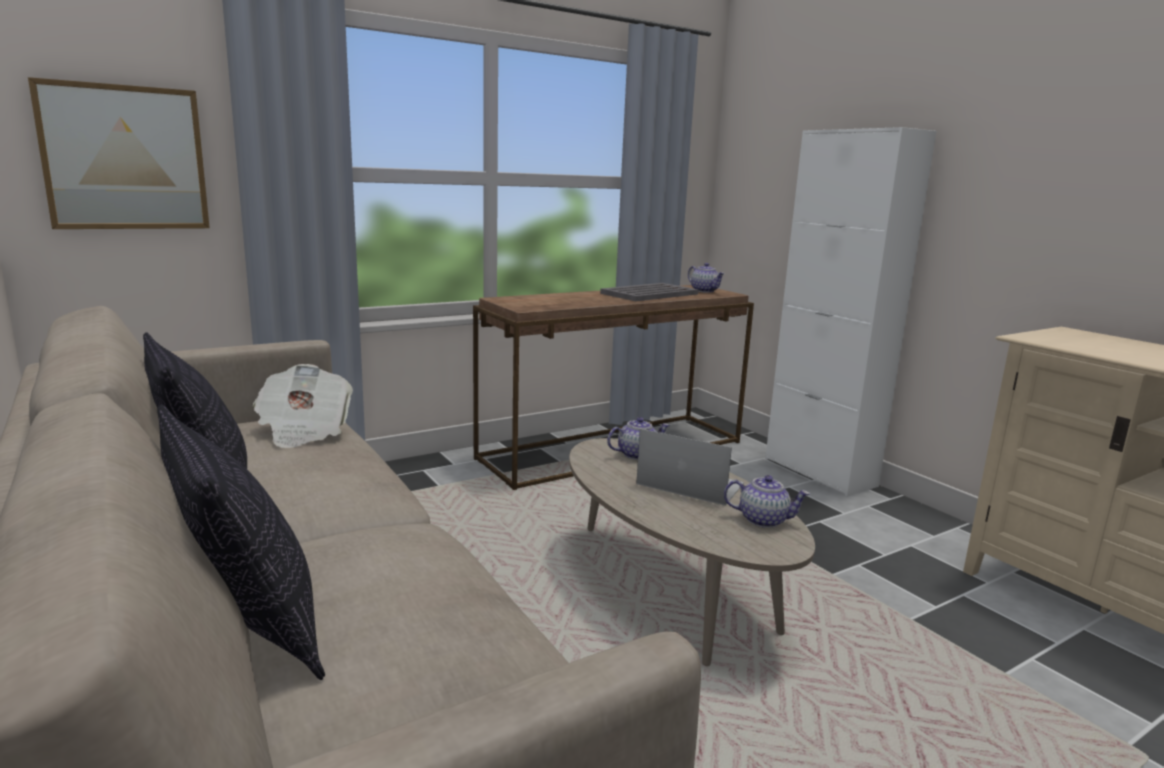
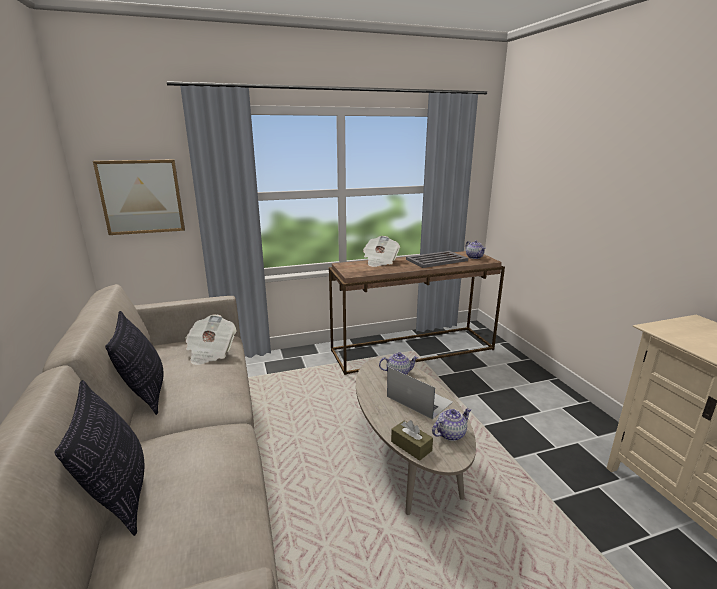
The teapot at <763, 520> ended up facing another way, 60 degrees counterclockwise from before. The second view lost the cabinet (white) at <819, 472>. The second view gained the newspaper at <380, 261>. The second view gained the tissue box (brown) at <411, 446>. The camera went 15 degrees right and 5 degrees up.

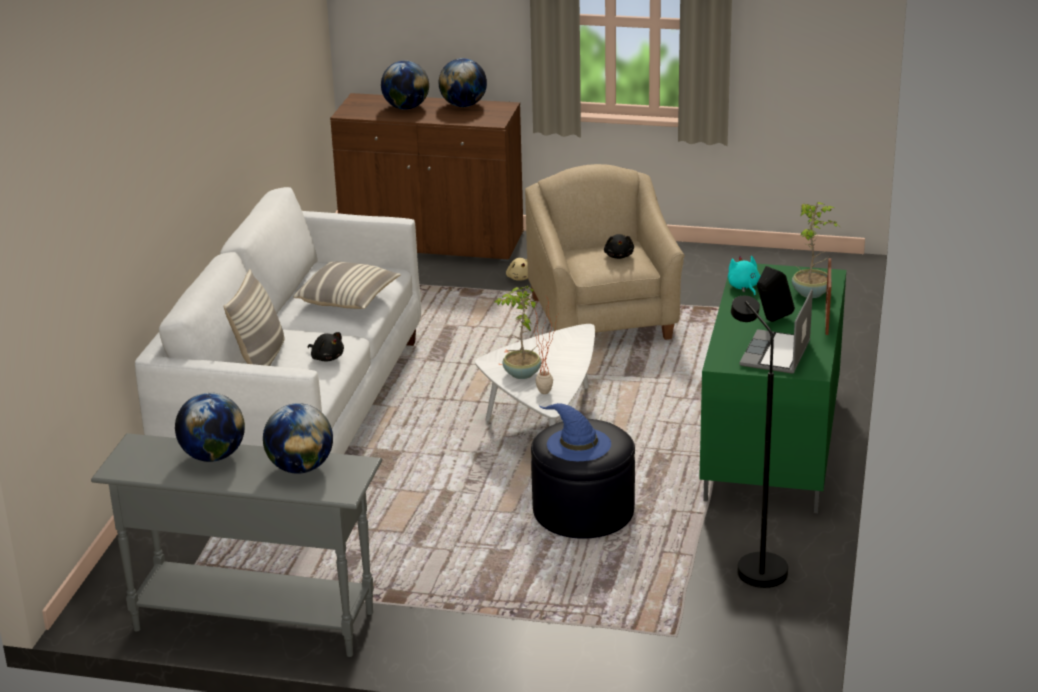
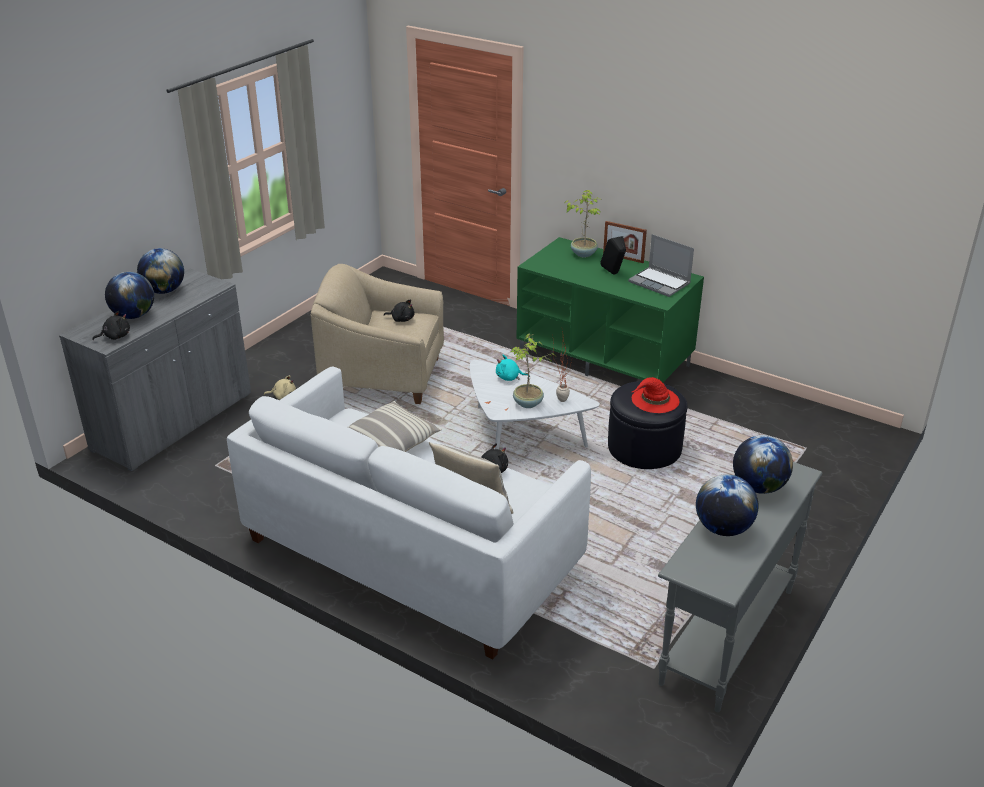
What was the cabinet (brown) at <432, 242> turned into the cabinet (grey) at <173, 422>. What was the hat (blue) at <577, 444> turned into the hat (red) at <654, 400>. The plush toy (turquoise) ended up elsewhere, having gone from <744, 287> to <509, 377>. The second view lost the floor lamp (black) at <755, 565>. The second view gained the plush toy (black) at <115, 336>. The camera went 70 degrees left and 5 degrees up.

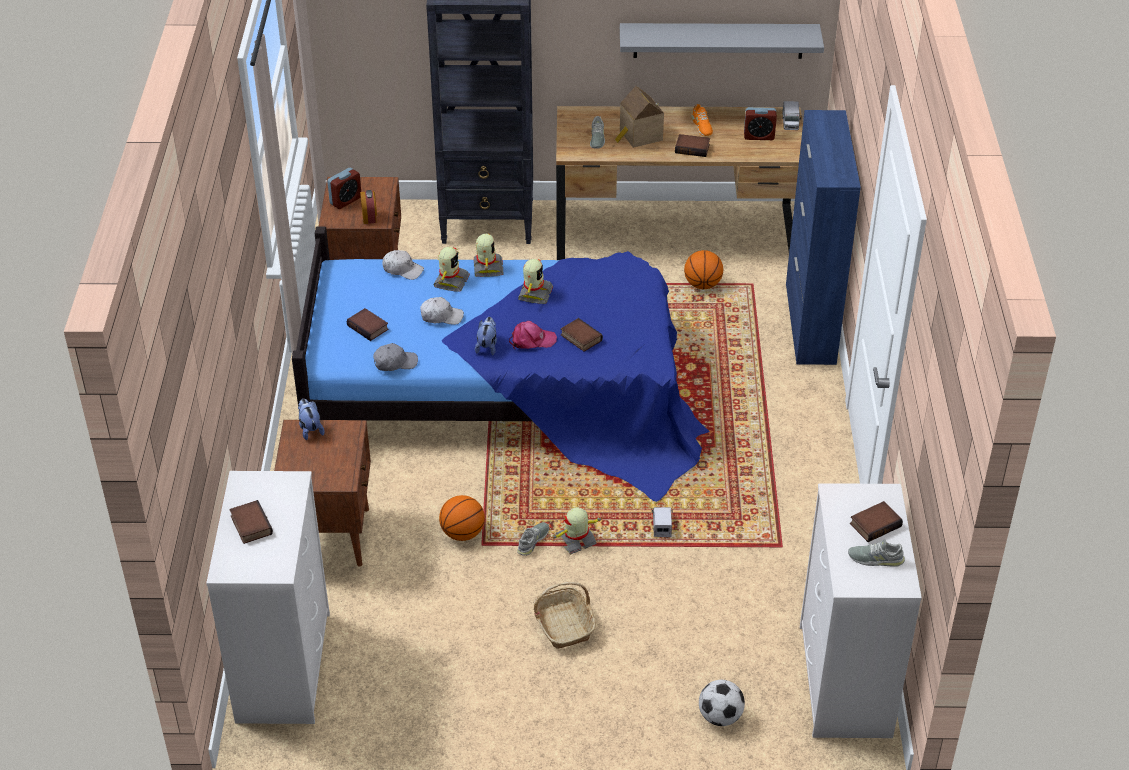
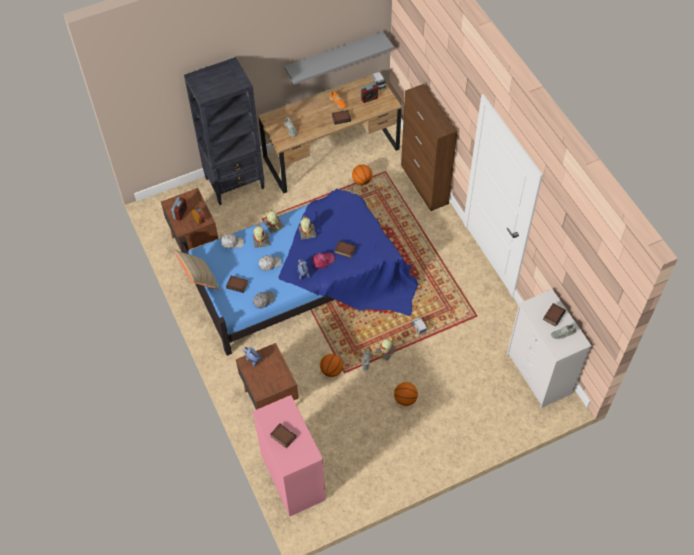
What was the dresser (white) at <283, 666> turned into the dresser (pink) at <292, 477>. Where the basket stood at <563, 624>, the basketball came to stand at <405, 399>. The second view lost the toy house at <639, 136>. The second view lost the football at <720, 717>. What was the cabinet (blue) at <810, 324> turned into the cabinet (brown) at <424, 184>. The second view gained the pillow (beige) at <199, 279>. The camera went 25 degrees left and 15 degrees up.

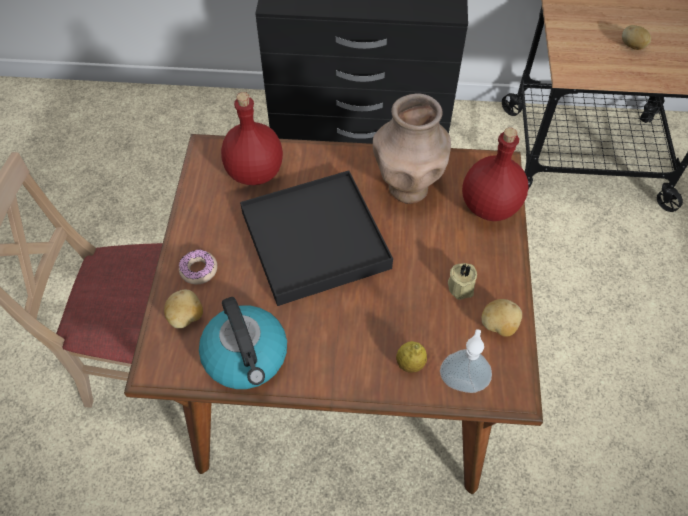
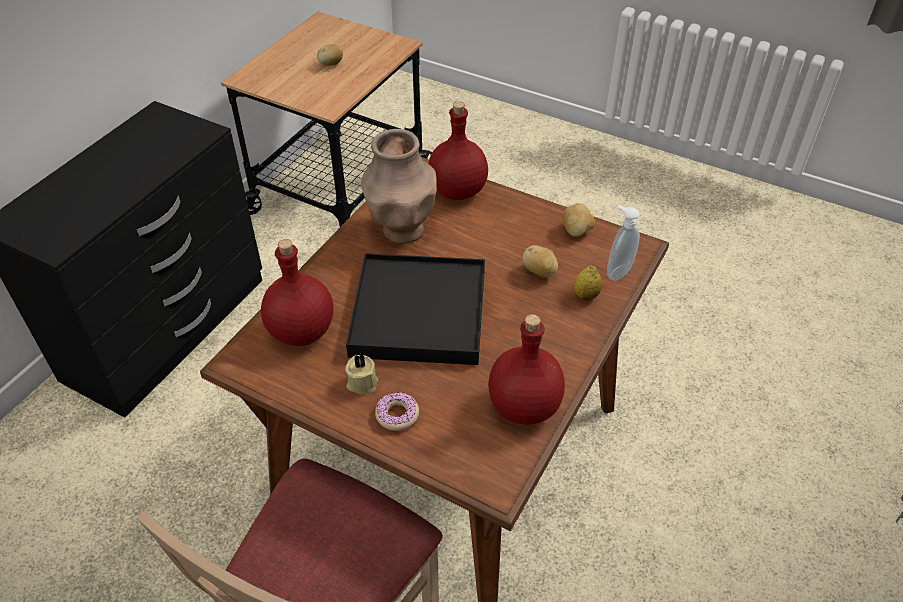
The potato ended up elsewhere, having gone from <186, 317> to <539, 272>. Where the kettle stood at <246, 357>, the bottle (red) came to stand at <522, 406>. The candle (beige) ended up elsewhere, having gone from <462, 286> to <362, 382>. The camera went 65 degrees left and 10 degrees down.

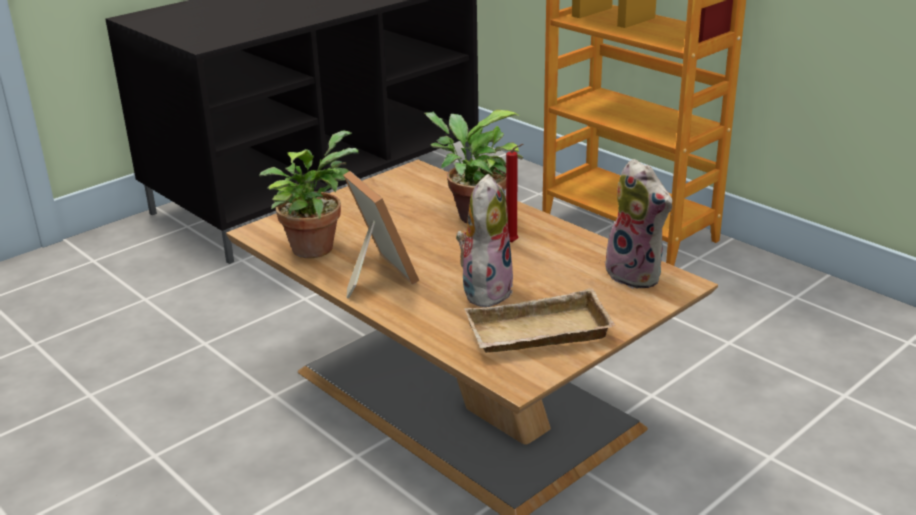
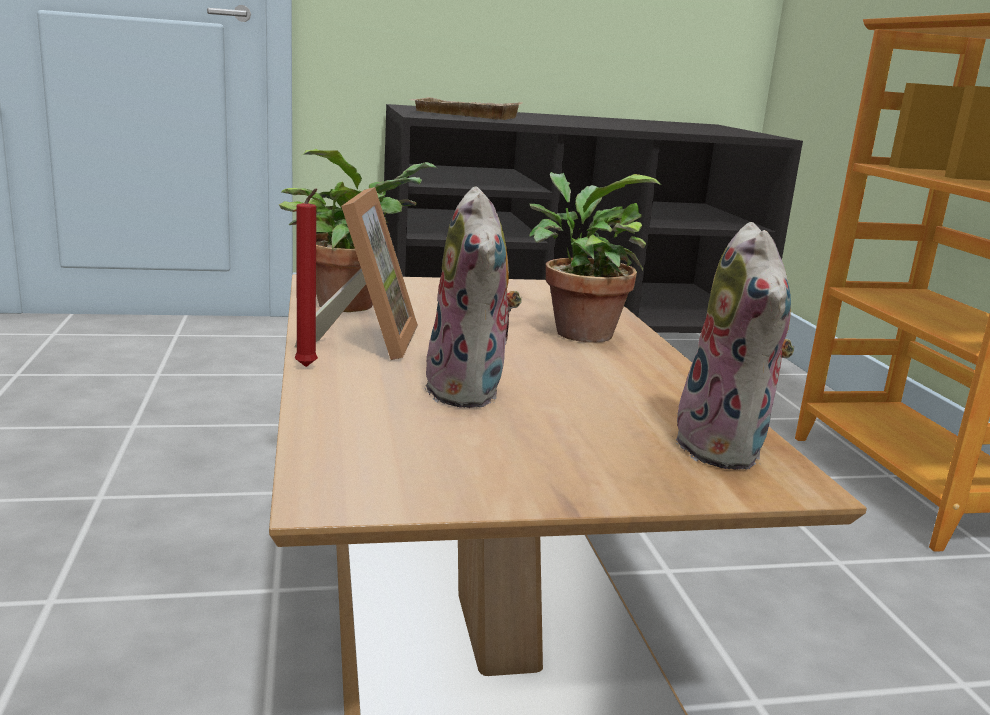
The plush toy at <485, 289> ended up facing another way, 120 degrees clockwise from before. The tray (beige) ended up elsewhere, having gone from <537, 335> to <463, 115>. The candle (red) ended up elsewhere, having gone from <513, 242> to <307, 368>. The camera went 30 degrees right and 10 degrees down.

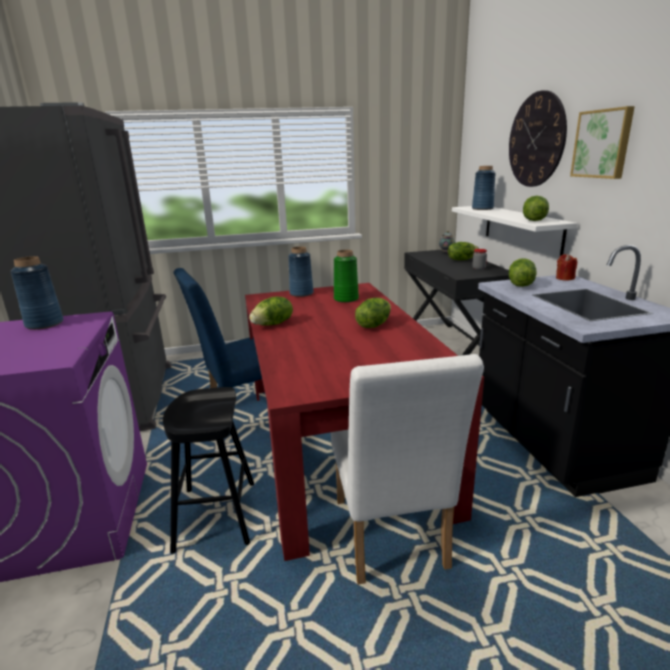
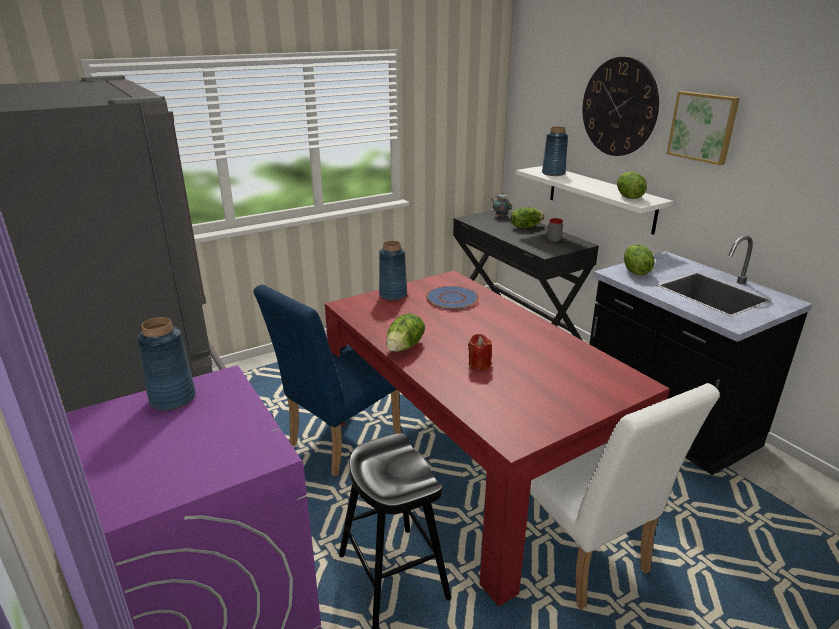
Where the vase (green) stood at <346, 299>, the plate (blue) came to stand at <452, 298>. The second view lost the lettuce at <373, 325>. The candle (red) ended up elsewhere, having gone from <564, 278> to <479, 364>. The camera went 20 degrees left and 5 degrees up.

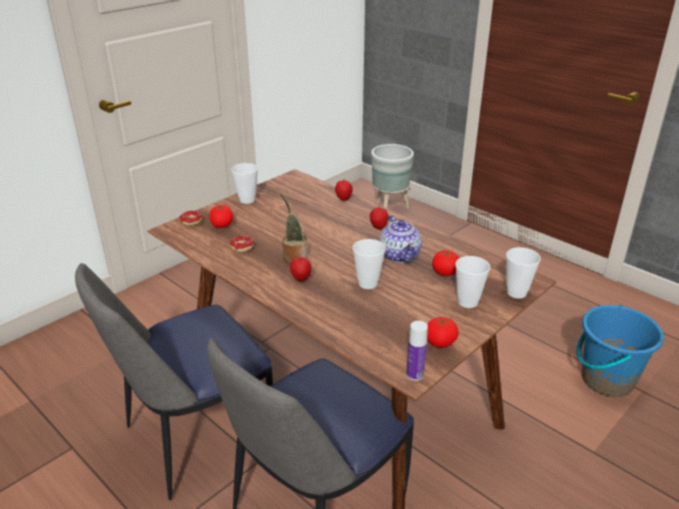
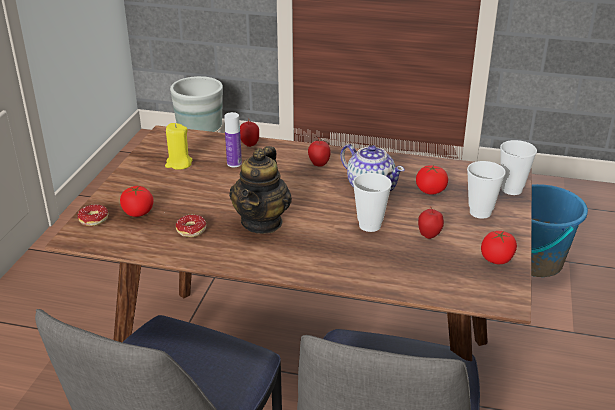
The second view lost the cup at <247, 200>. Where the potted plant stood at <294, 256>, the teapot came to stand at <262, 222>. The apple ended up elsewhere, having gone from <301, 279> to <429, 236>. The bottle ended up elsewhere, having gone from <415, 374> to <234, 163>. The second view gained the candle (yellow) at <178, 164>. The camera went 30 degrees left and 0 degrees up.

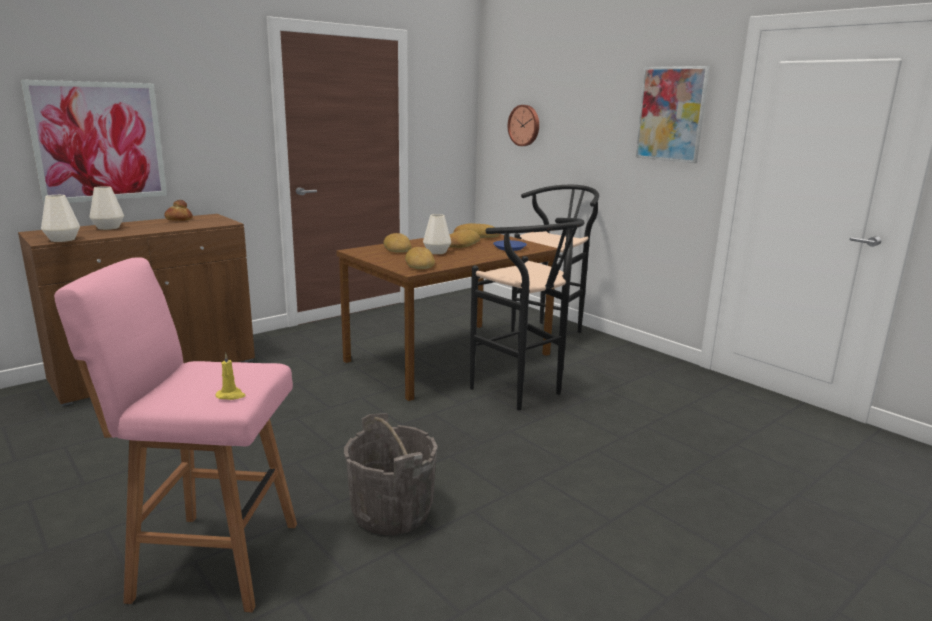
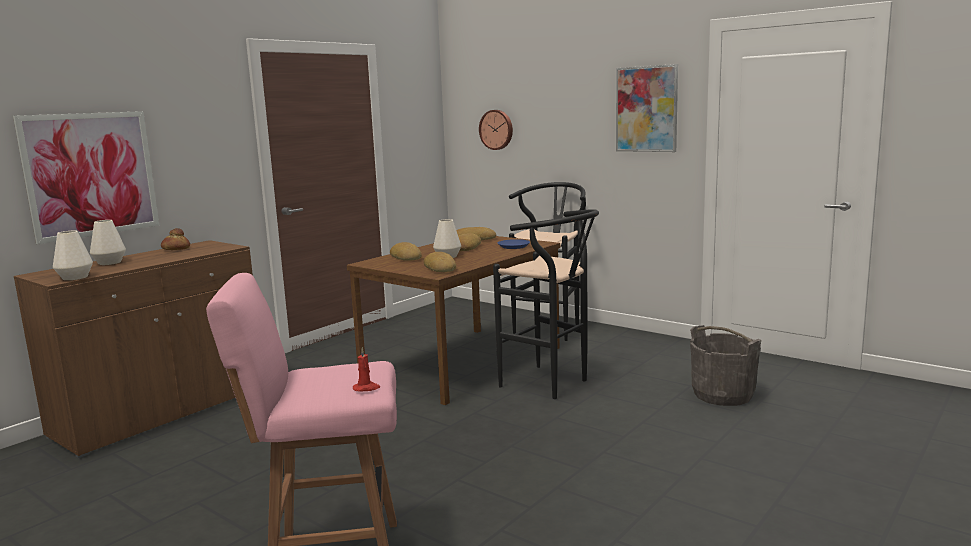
What was the candle (yellow) at <231, 395> turned into the candle (red) at <366, 388>. The bucket (grey) ended up elsewhere, having gone from <392, 511> to <723, 394>. The camera went 10 degrees left and 5 degrees down.

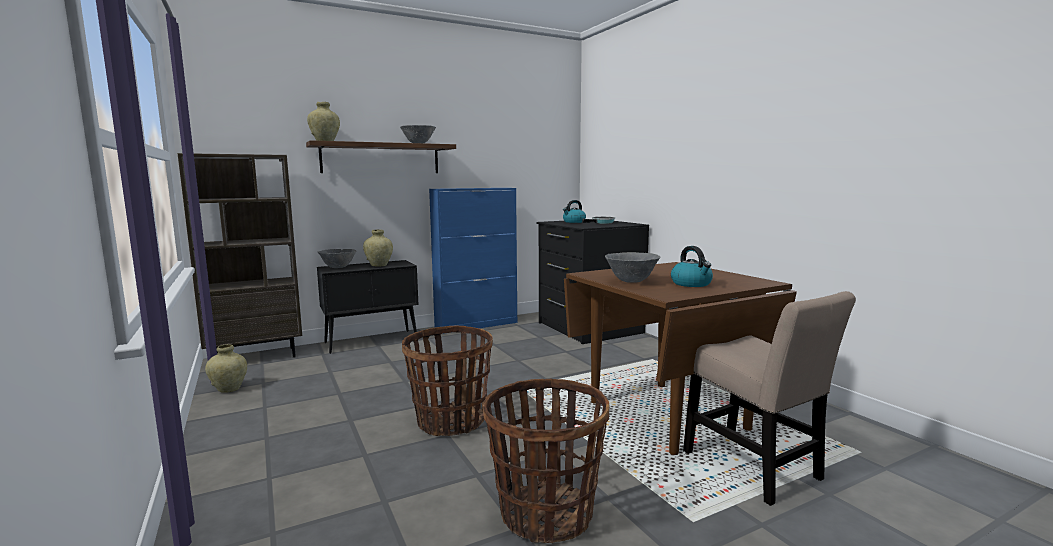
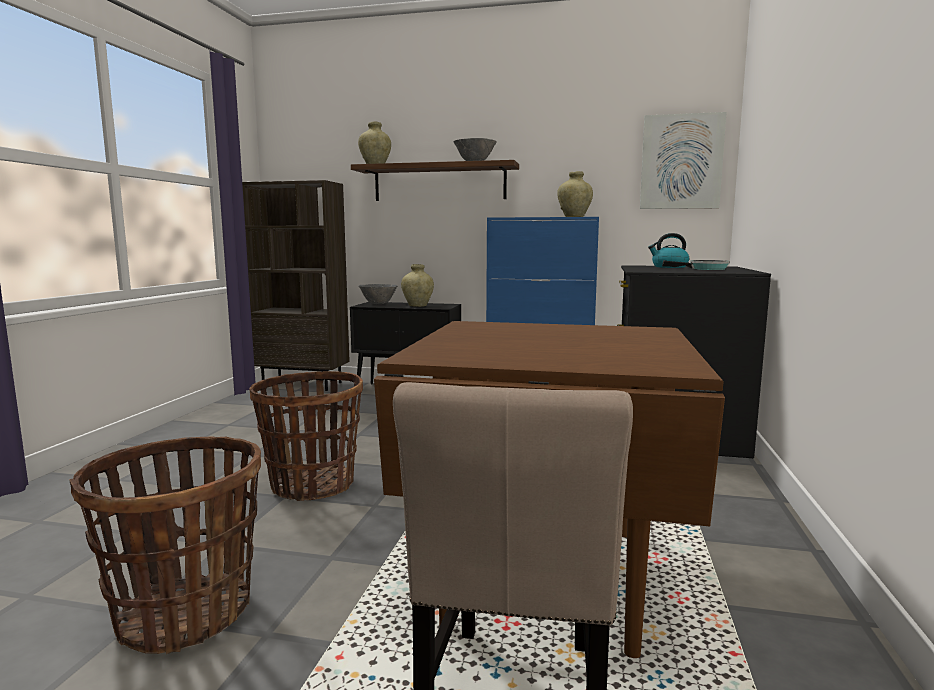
The vase (beige) ended up elsewhere, having gone from <229, 389> to <574, 217>. The second view lost the bowl (grey) at <631, 282>. The second view lost the kettle at <691, 284>. The second view gained the picture at <681, 162>. The camera went 40 degrees right and 0 degrees up.

